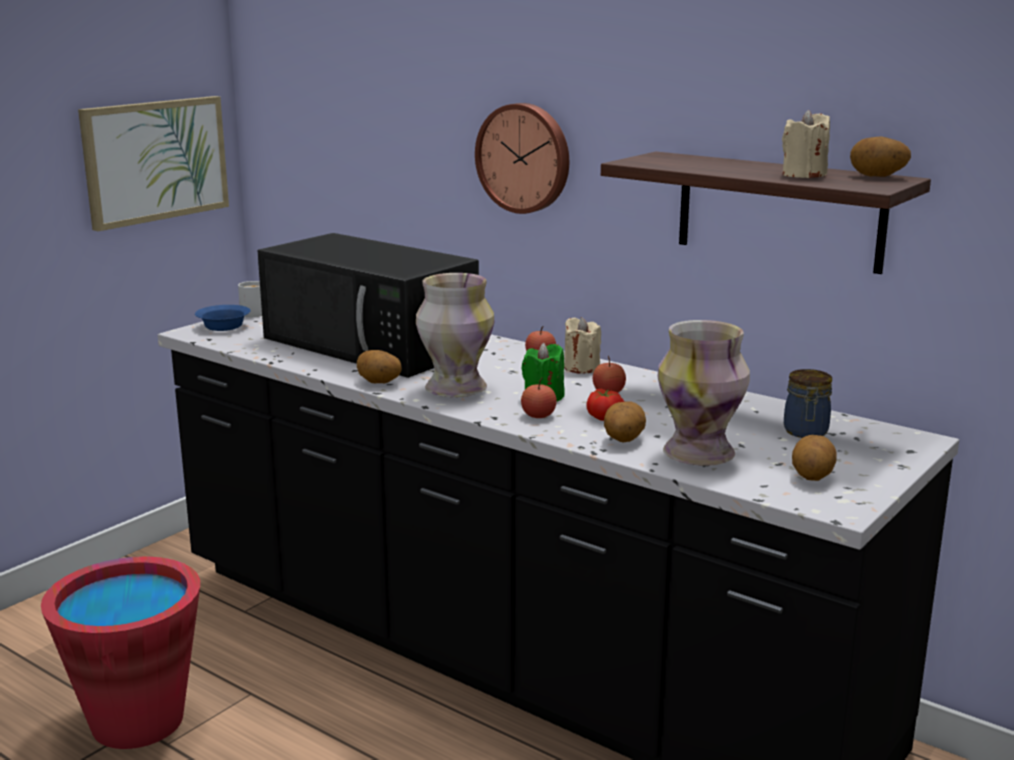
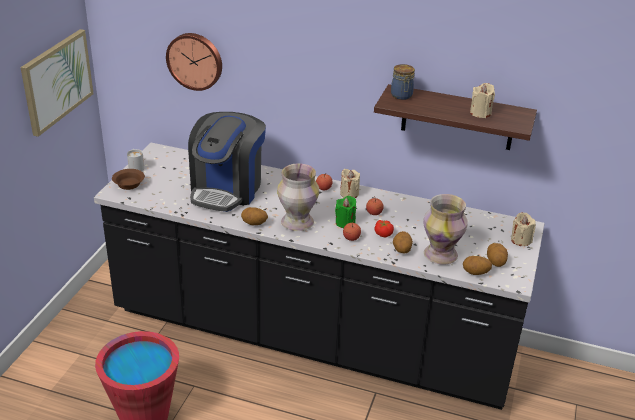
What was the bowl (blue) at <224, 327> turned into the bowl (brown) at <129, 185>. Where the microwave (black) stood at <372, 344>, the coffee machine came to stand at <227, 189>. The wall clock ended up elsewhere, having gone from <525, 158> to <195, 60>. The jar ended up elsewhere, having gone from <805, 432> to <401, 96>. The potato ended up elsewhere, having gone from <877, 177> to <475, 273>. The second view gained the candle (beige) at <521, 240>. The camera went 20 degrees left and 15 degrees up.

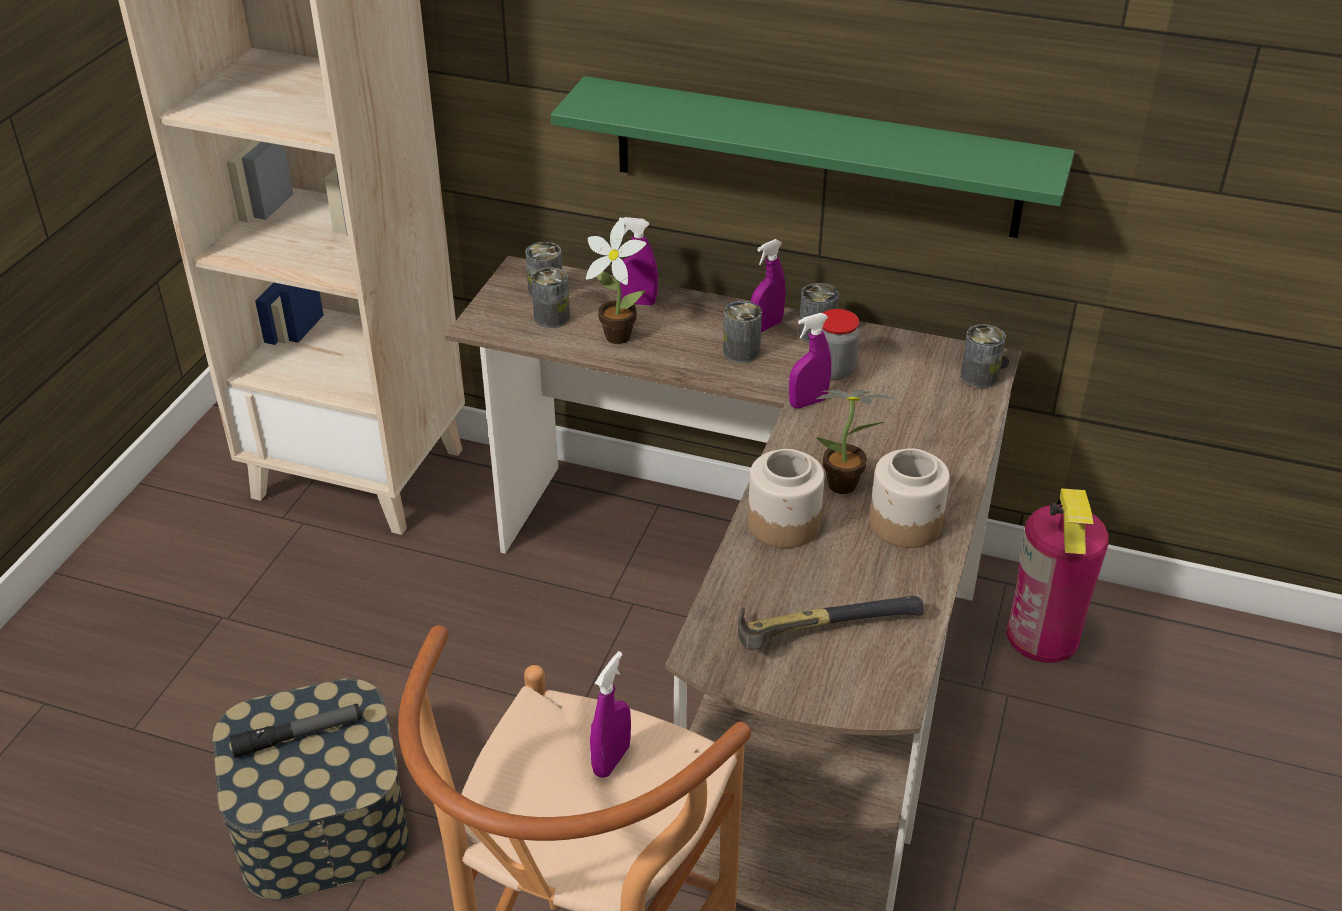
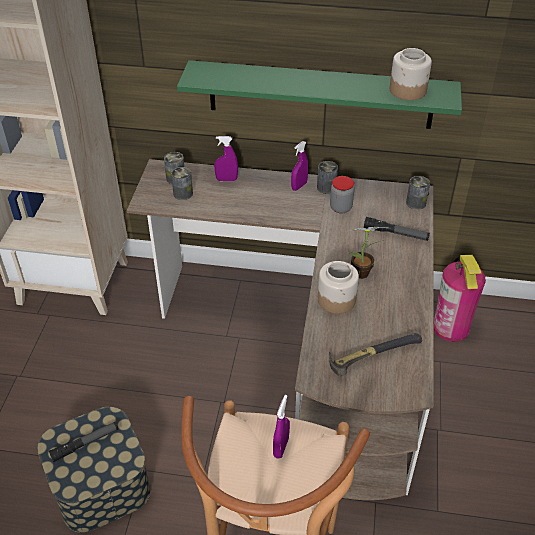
The second view lost the potted plant at <615, 334>. The second view lost the can at <741, 352>. The second view lost the spray bottle (purple) at <808, 402>. The jar ended up elsewhere, having gone from <906, 524> to <408, 90>. The second view gained the flashlight at <396, 233>. The camera went 10 degrees left and 5 degrees up.

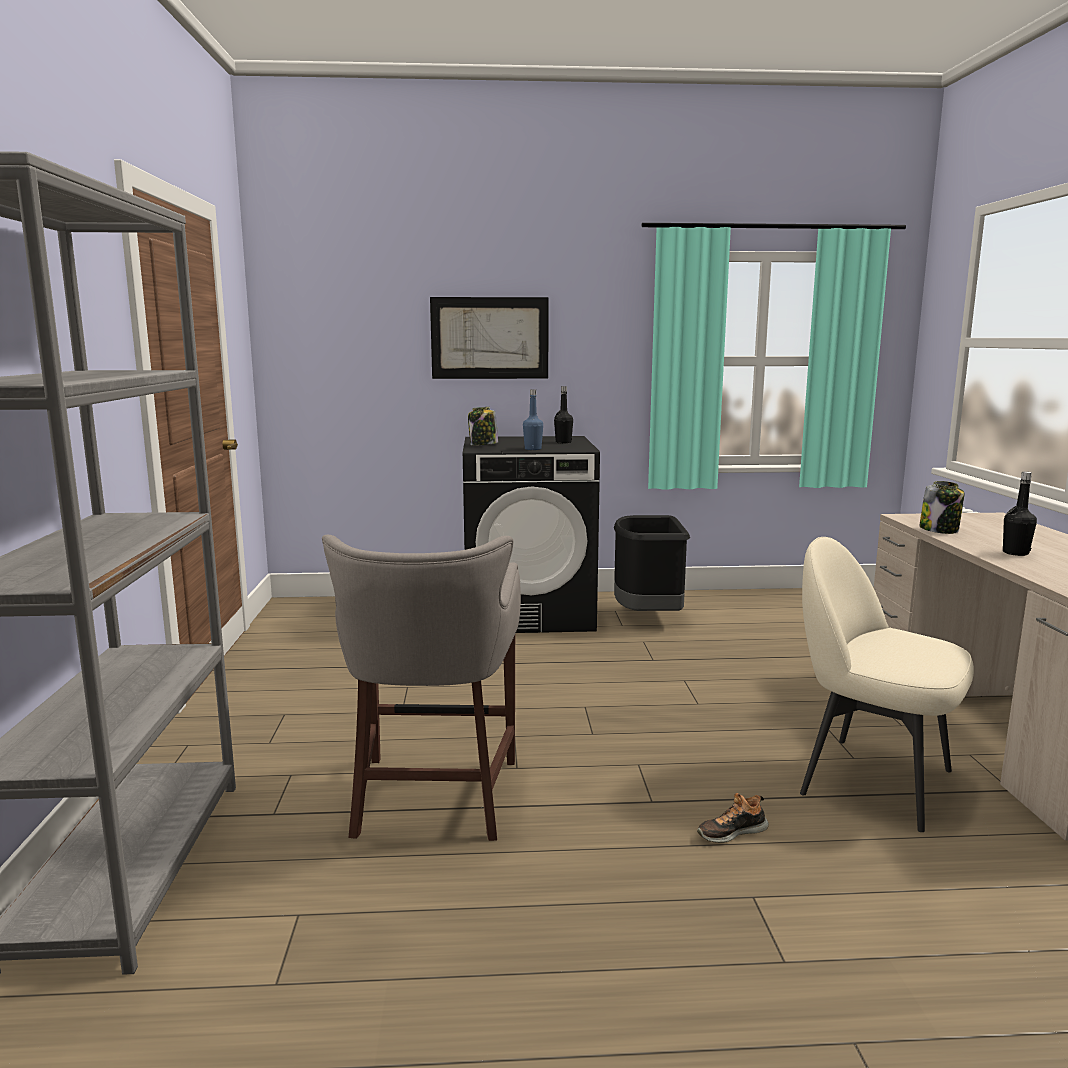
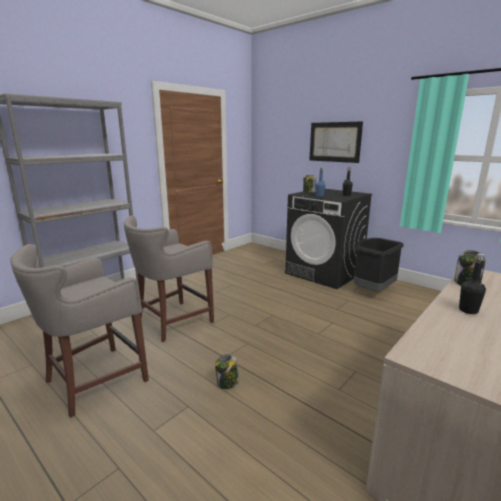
Where the shoe stood at <731, 832>, the jar came to stand at <227, 383>. The second view lost the chair (beige) at <871, 780>. The second view gained the stool (grey) at <93, 381>. The camera went 45 degrees right and 5 degrees up.

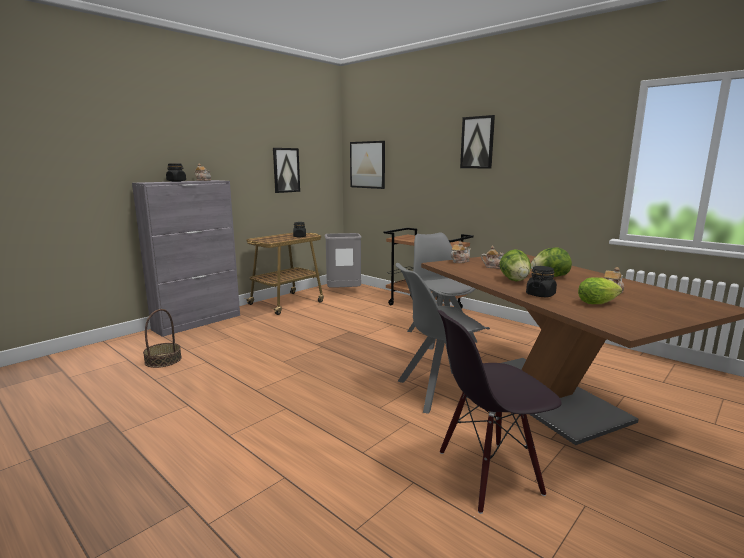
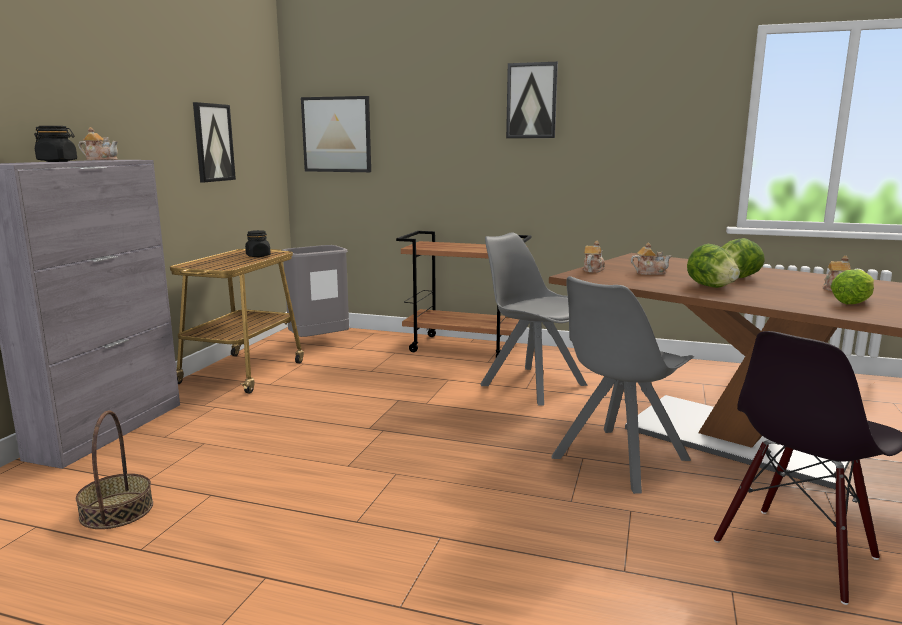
The second view lost the jar (black) at <540, 295>. The camera went 25 degrees left and 0 degrees up.

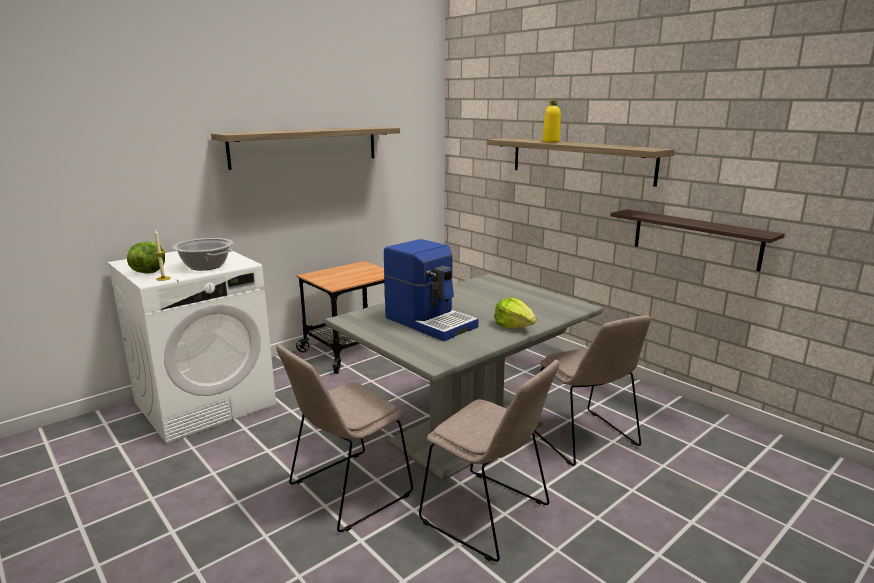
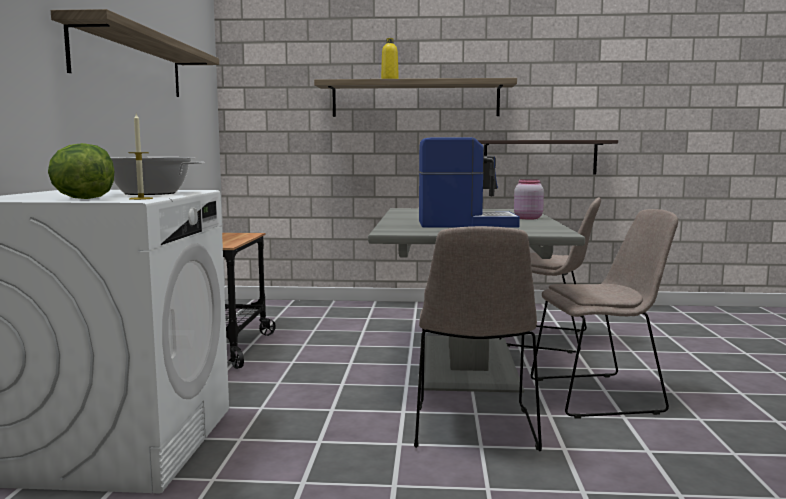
Where the lettuce stood at <514, 326>, the jar (pink) came to stand at <527, 218>. The camera went 45 degrees left and 10 degrees down.

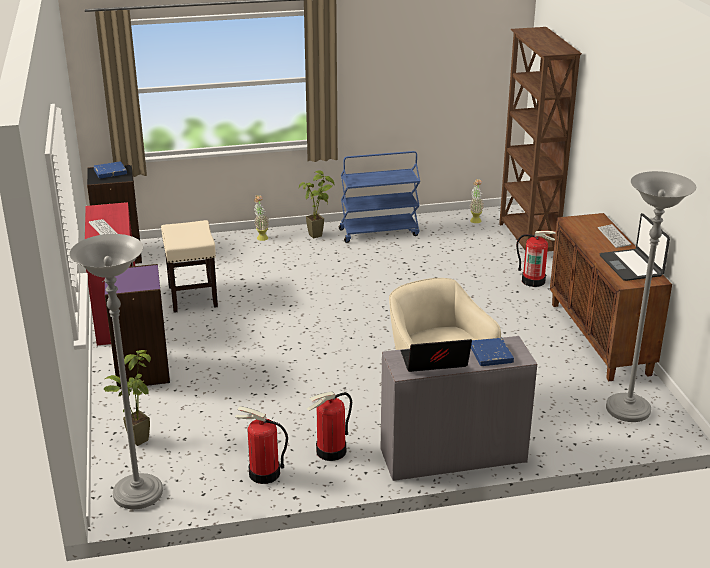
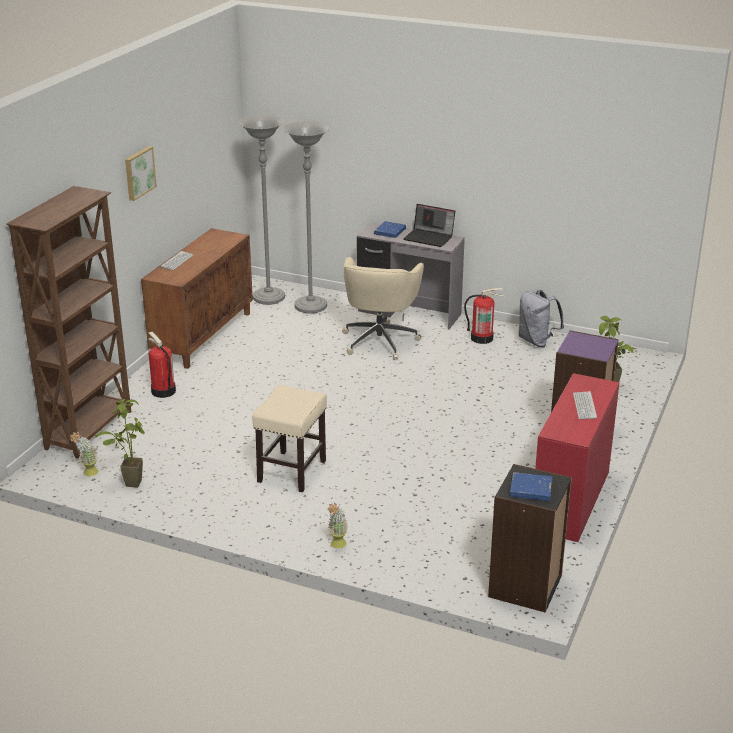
The floor lamp (grey) ended up elsewhere, having gone from <138, 494> to <311, 307>. The stool (beige) ended up elsewhere, having gone from <193, 297> to <292, 471>. Where the fire extinguisher stood at <264, 474>, the backpack (grey) came to stand at <537, 341>. The potted plant ended up elsewhere, having gone from <320, 235> to <128, 482>. The second view lost the cart (blue) at <379, 232>. The second view lost the laptop at <631, 266>. The second view gained the picture at <139, 173>. The camera went 145 degrees left and 0 degrees up.

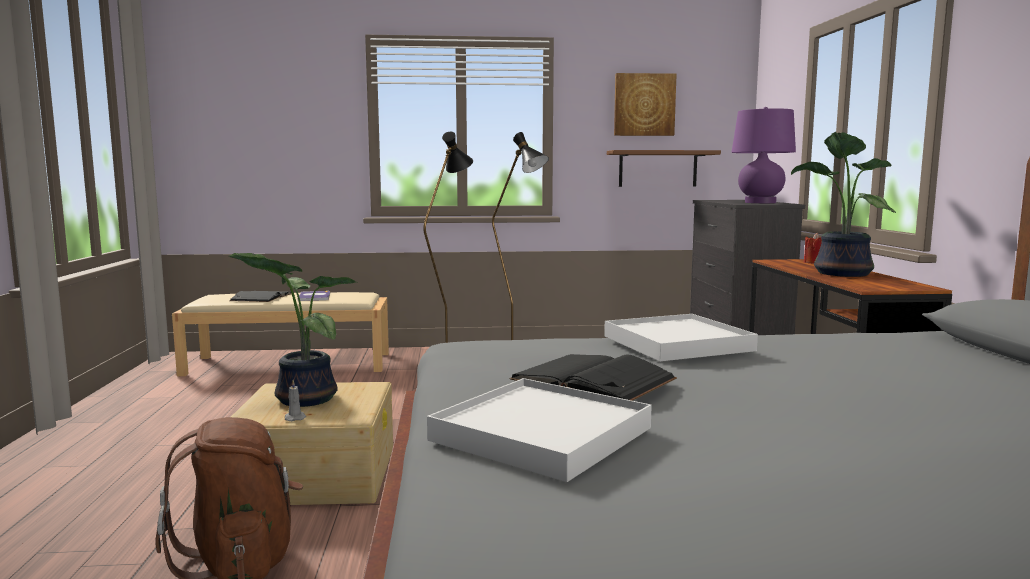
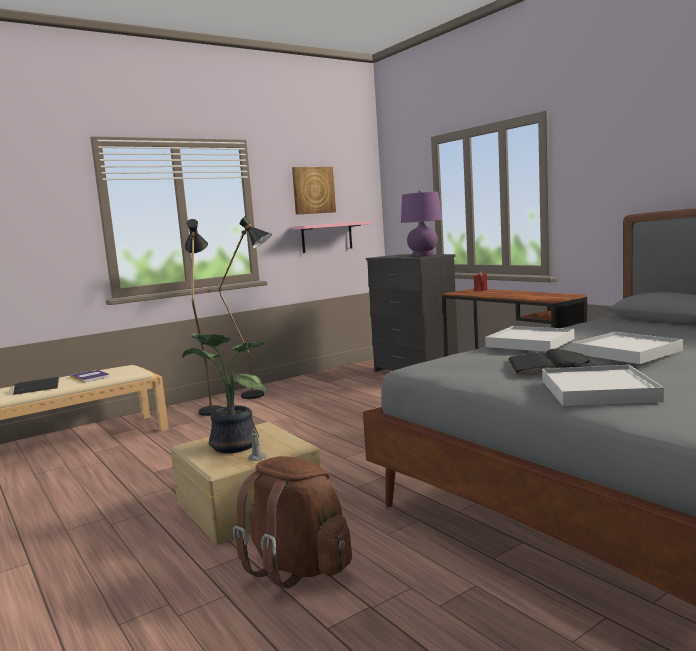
What was the shelf (brown) at <658, 168> turned into the shelf (pink) at <327, 237>. The second view lost the potted plant at <839, 273>. The second view gained the tray (white) at <626, 352>. The camera went 30 degrees left and 0 degrees up.

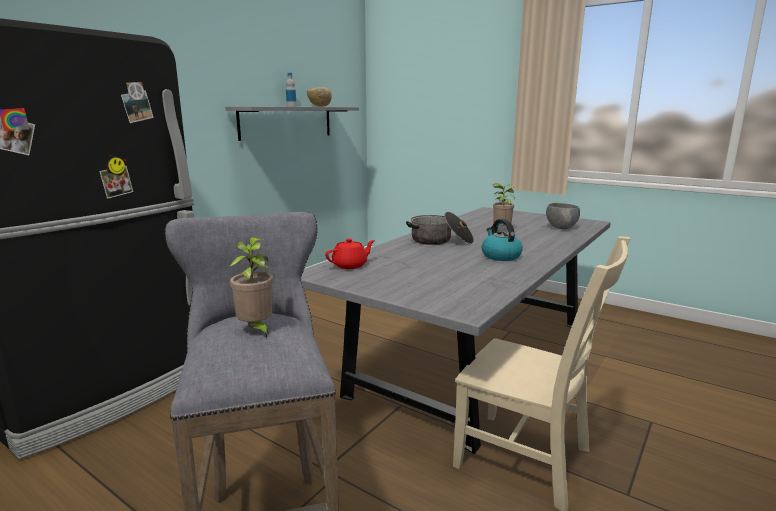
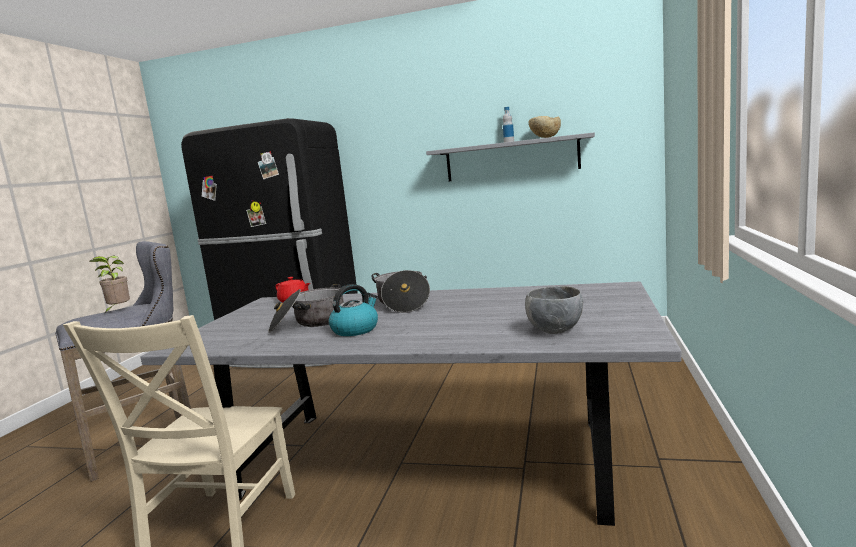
The second view lost the potted plant at <500, 231>. The second view gained the cooking pot at <309, 323>. The camera went 70 degrees right and 5 degrees down.

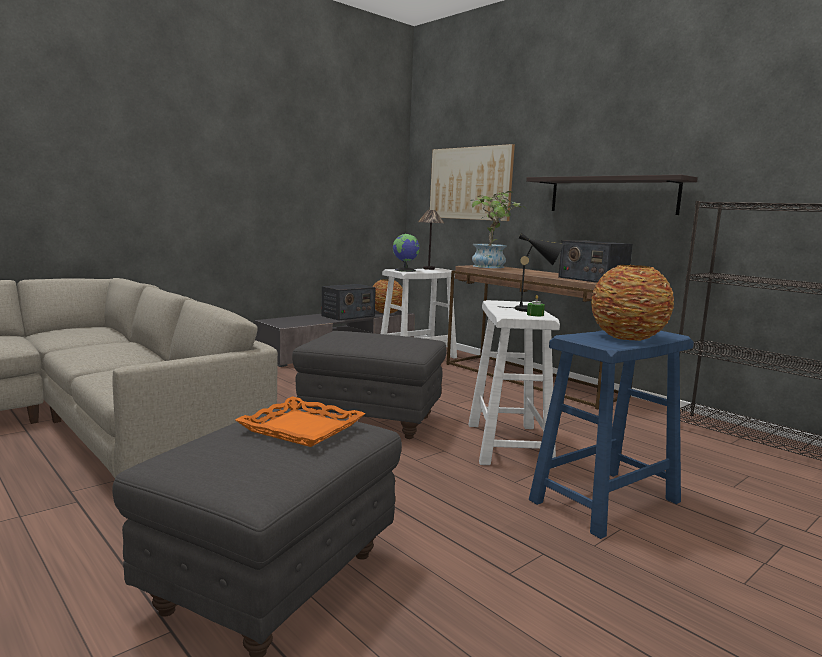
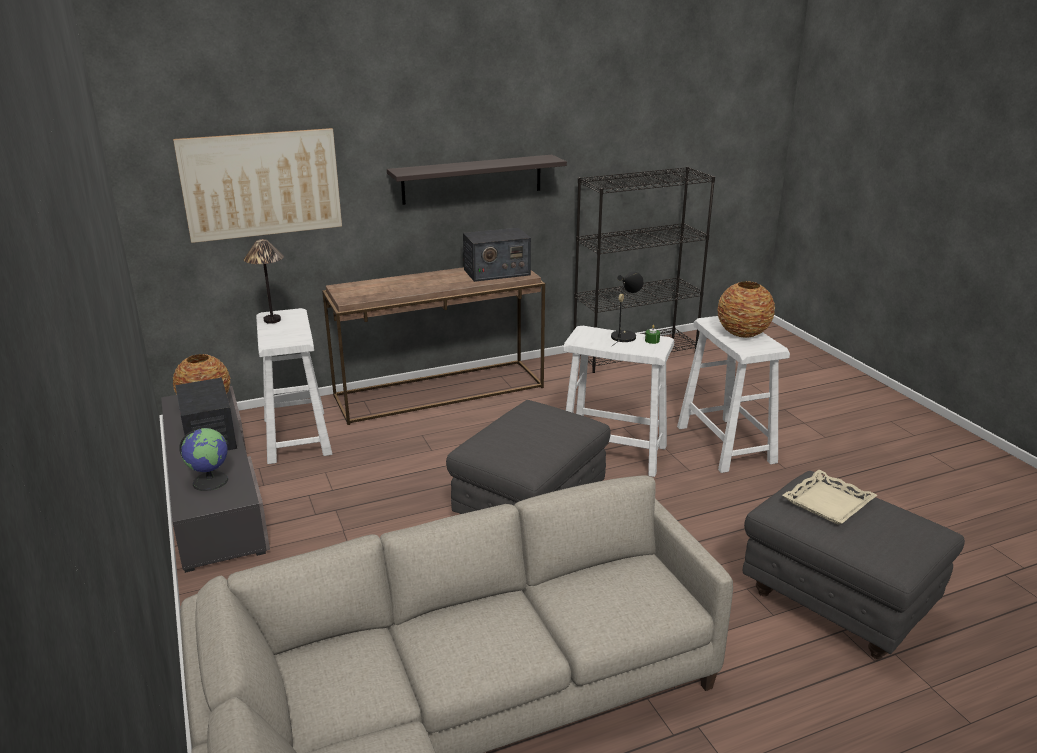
What was the tray (orange) at <301, 429> turned into the tray (beige) at <828, 503>. The globe ended up elsewhere, having gone from <405, 270> to <210, 481>. The second view lost the potted plant at <492, 267>. What was the stool (blue) at <606, 501> turned into the stool (white) at <725, 444>. The camera went 70 degrees left and 15 degrees up.

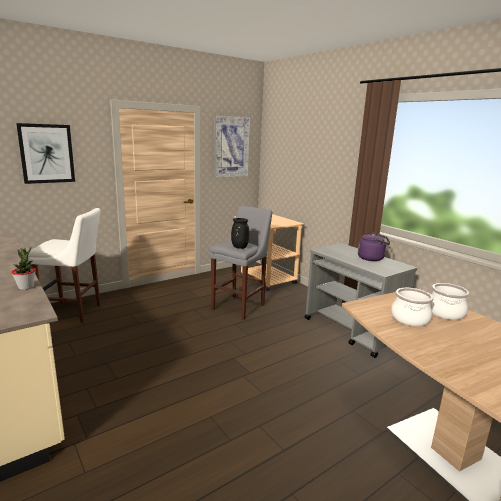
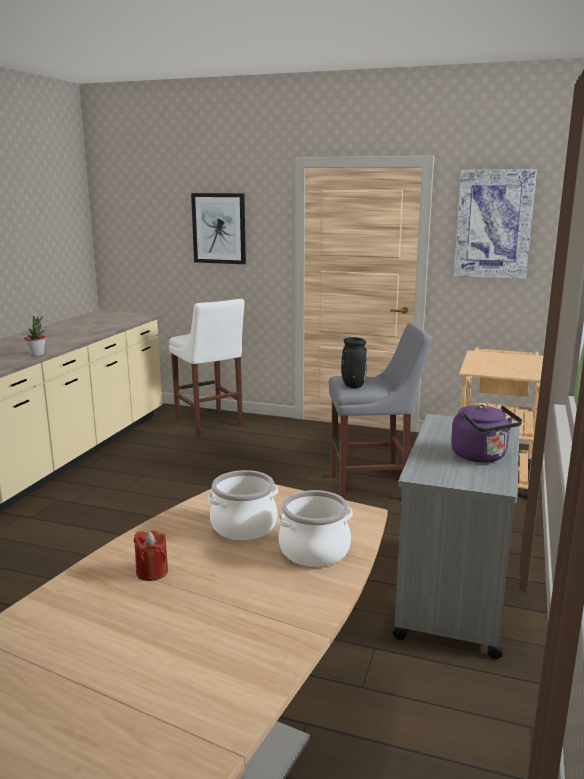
The second view gained the candle (red) at <152, 572>. The camera went 55 degrees right and 0 degrees up.

